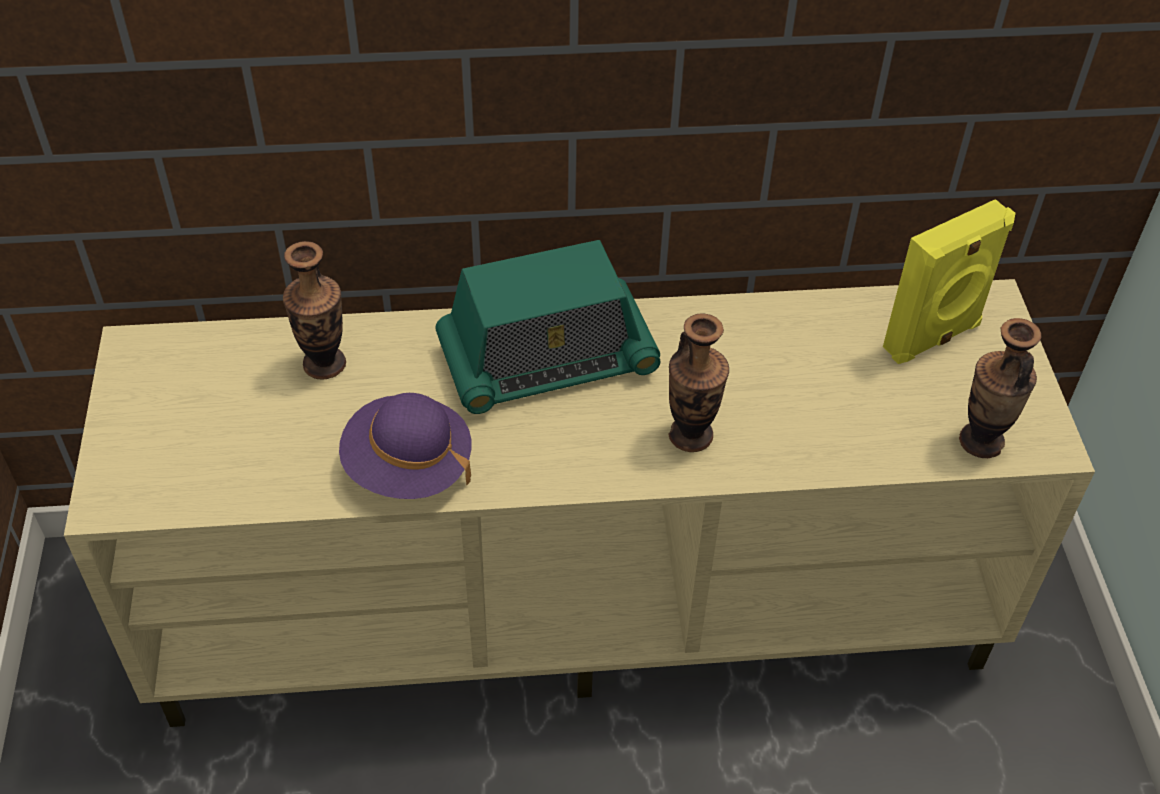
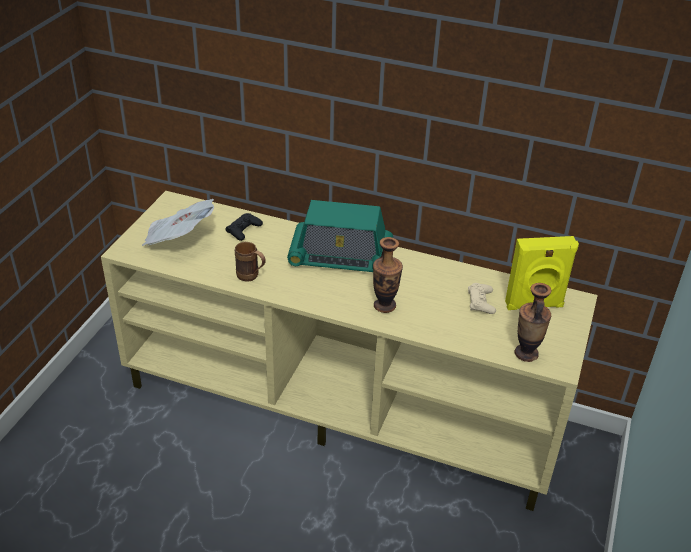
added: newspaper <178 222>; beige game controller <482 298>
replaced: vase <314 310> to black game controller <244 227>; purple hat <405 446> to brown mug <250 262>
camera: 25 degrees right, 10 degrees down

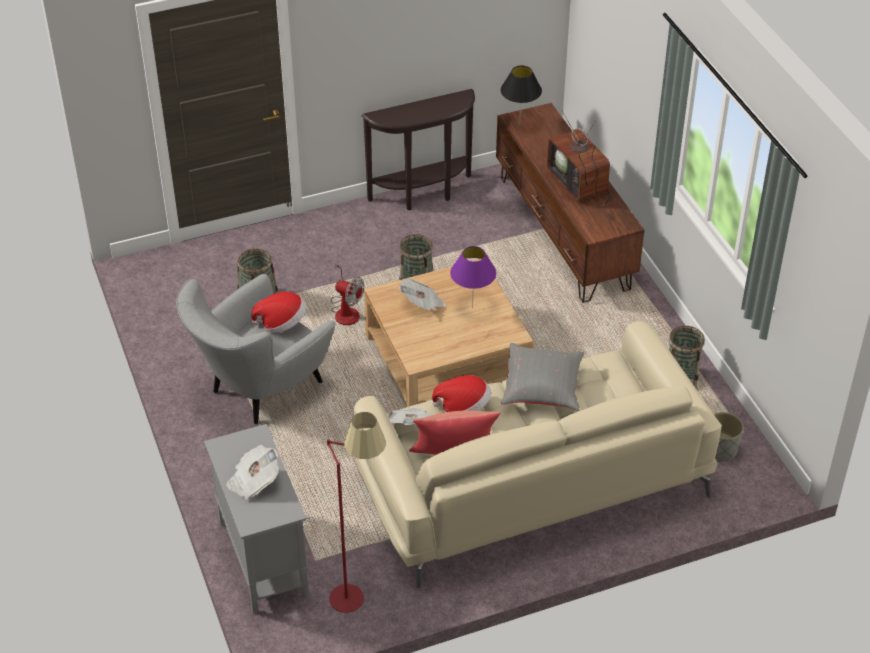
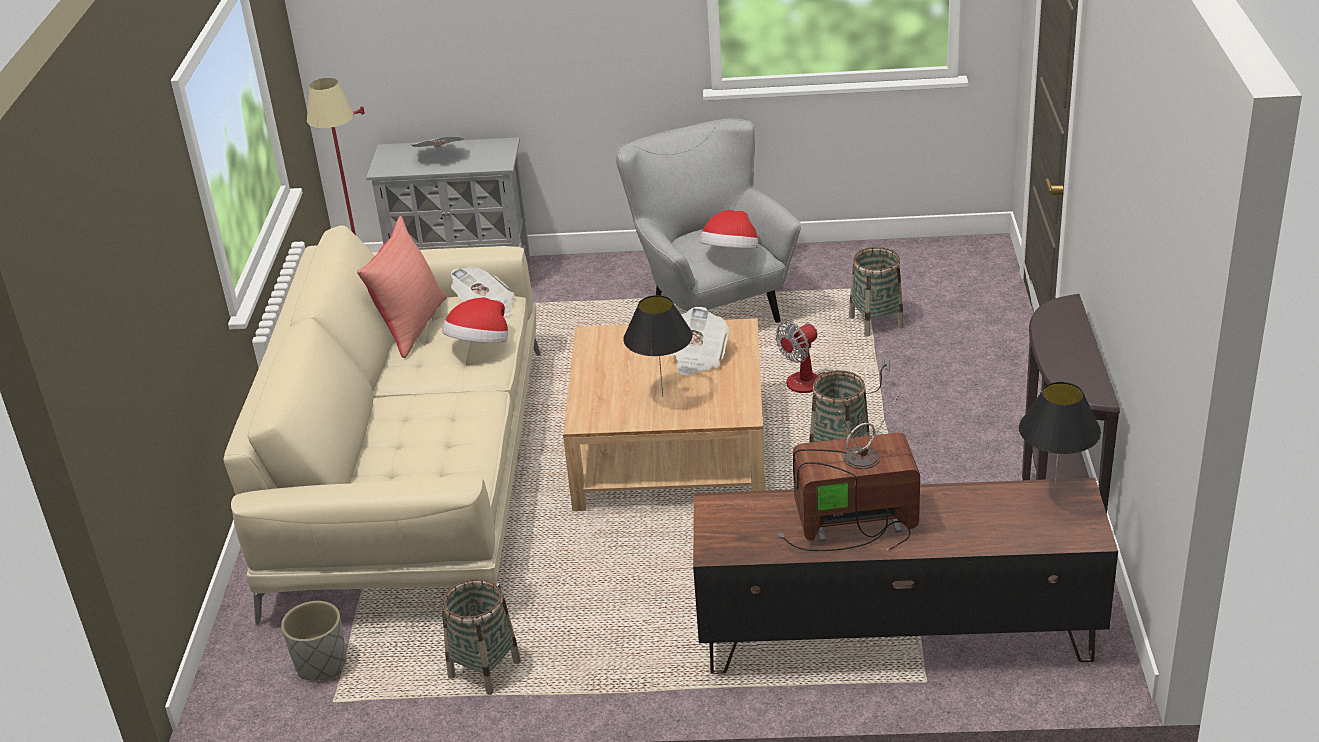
removed: grey pillow <542 377>
recoloured: purple table lamp <473 277> to black table lamp <658 345>
camera: 115 degrees right, 10 degrees down

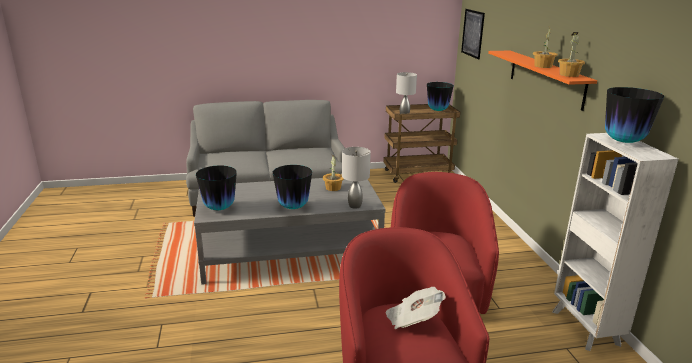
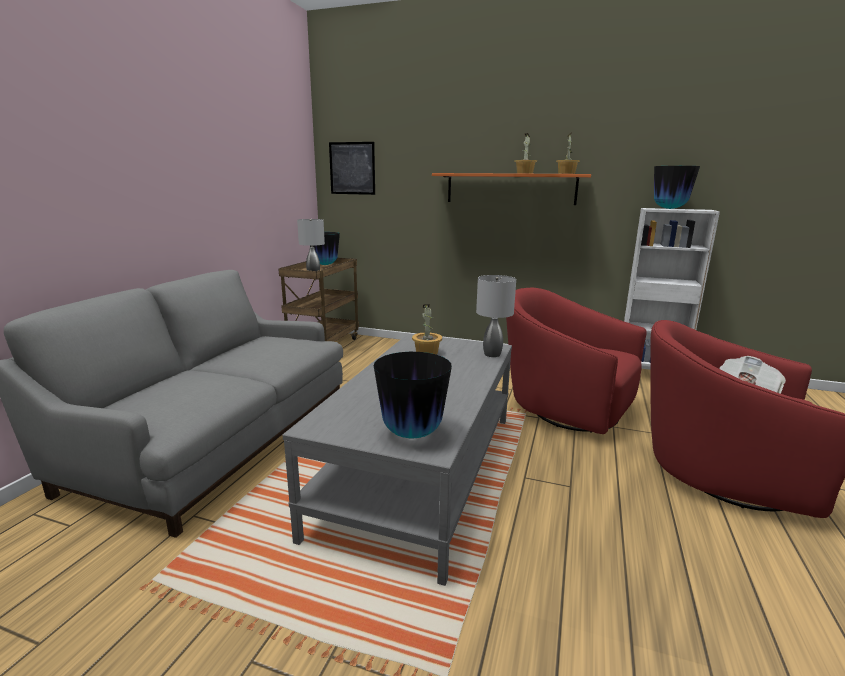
removed: vase <292 187>
camera: 60 degrees left, 5 degrees down

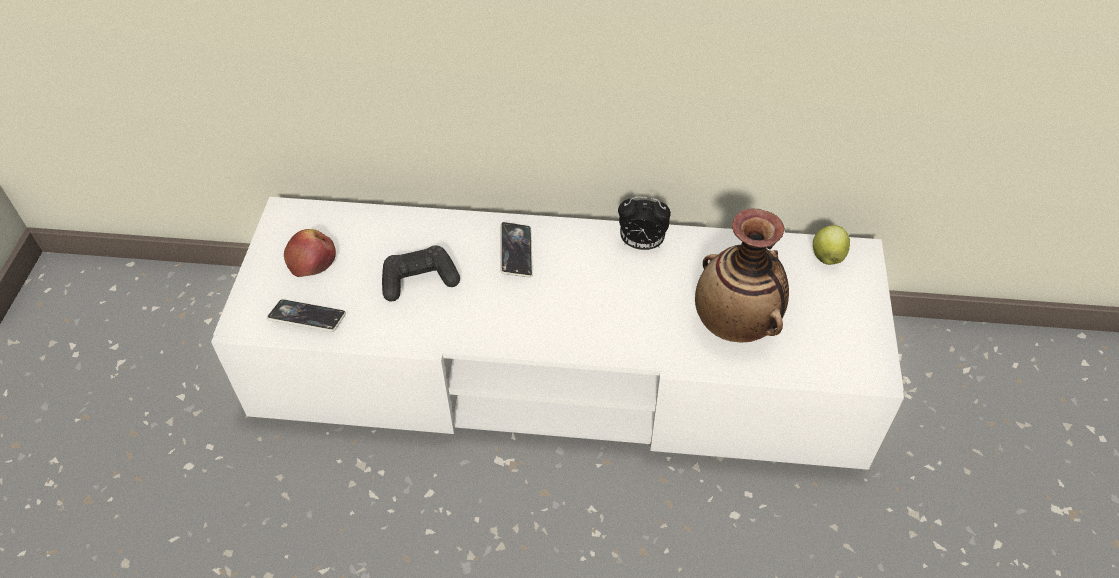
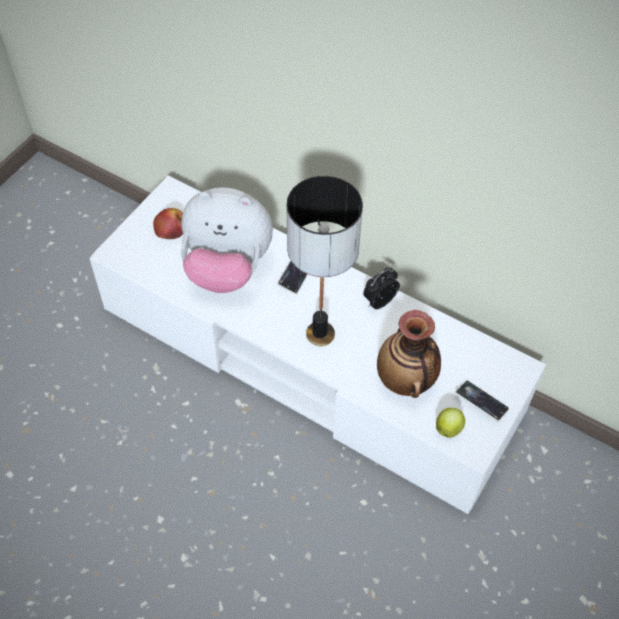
added: table lamp <324 261>
moved: apple <831 245> to <450 423>; phone <306 315> to <482 401>
replaced: black game controller <421 273> to plush toy <227 240>
turned: alarm clock <644 223> = <381 288> 105 degrees clockwise
camera: 25 degrees right, 5 degrees up

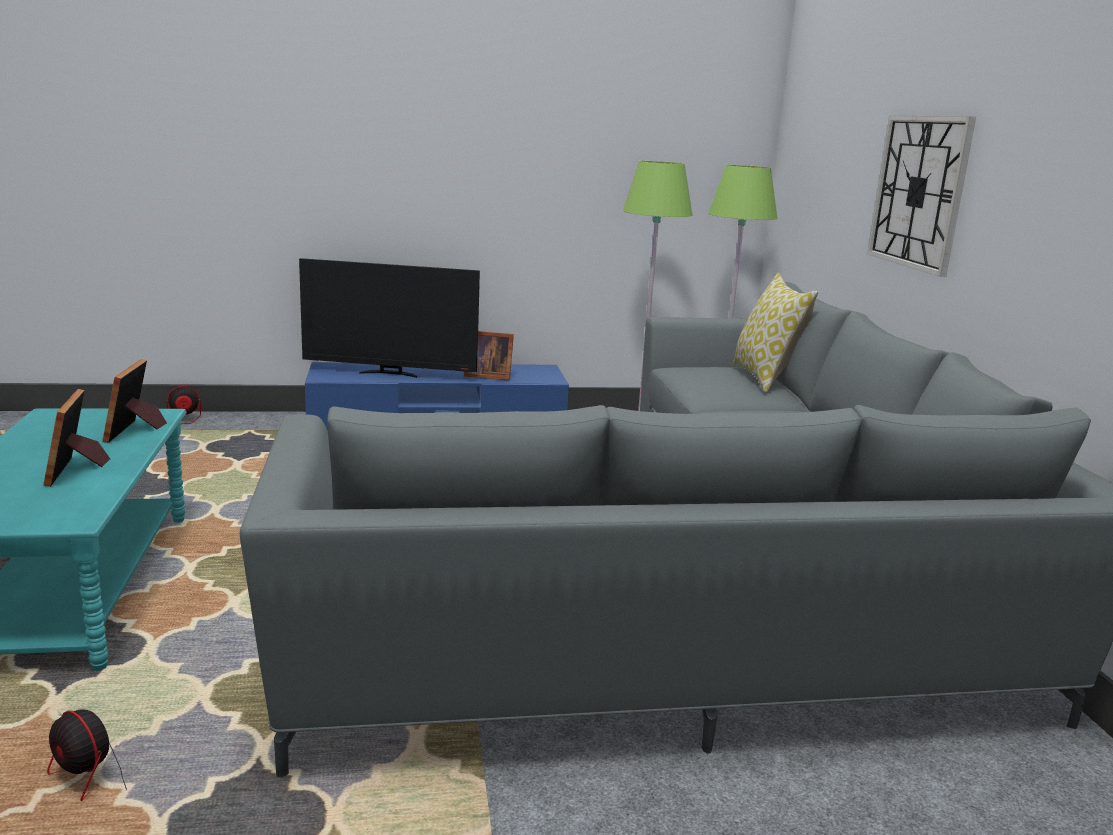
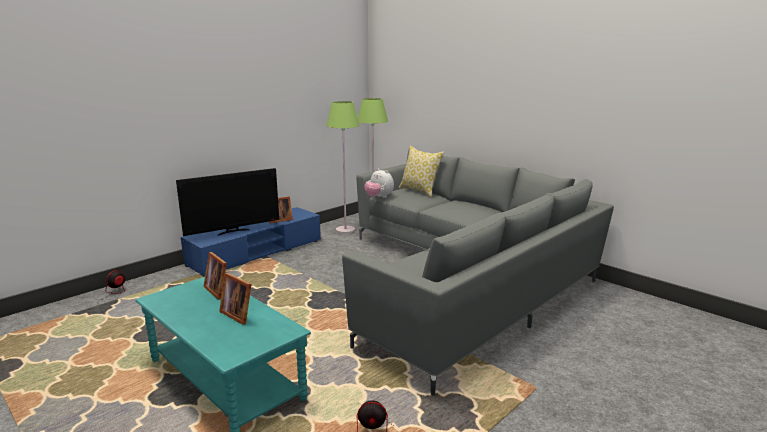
removed: wall clock <921 196>
added: plush toy <379 183>
camera: 35 degrees left, 0 degrees up

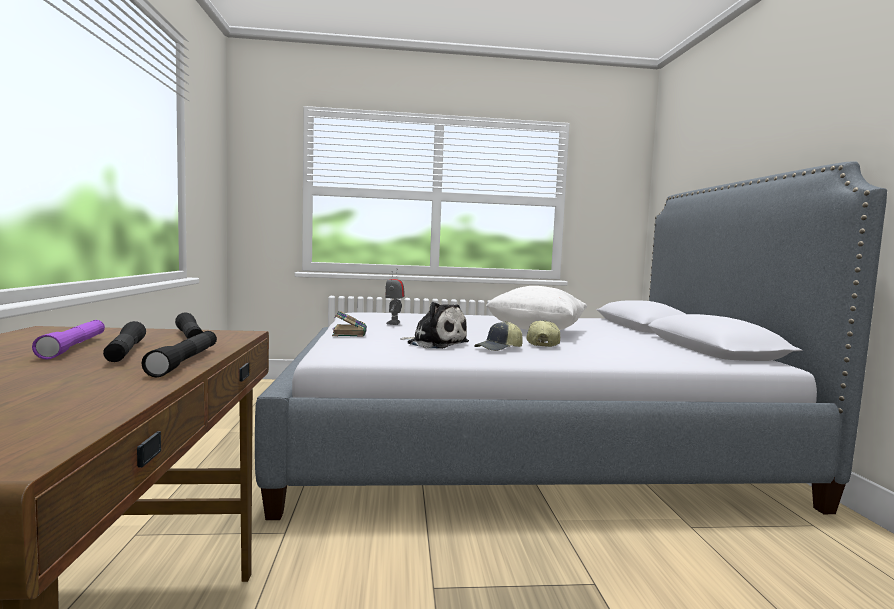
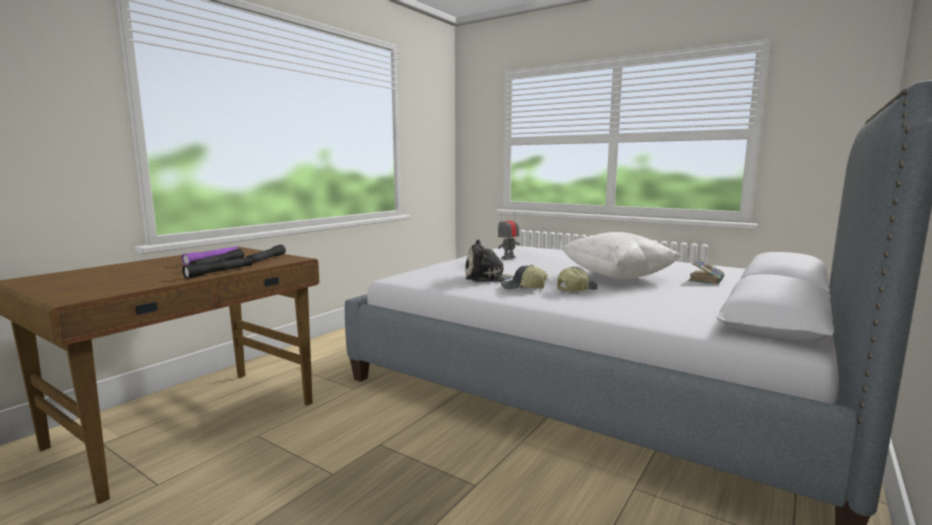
moved: book <349 323> to <706 271>
turned: plush toy <434 325> = <489 260> 105 degrees clockwise
camera: 40 degrees right, 5 degrees up

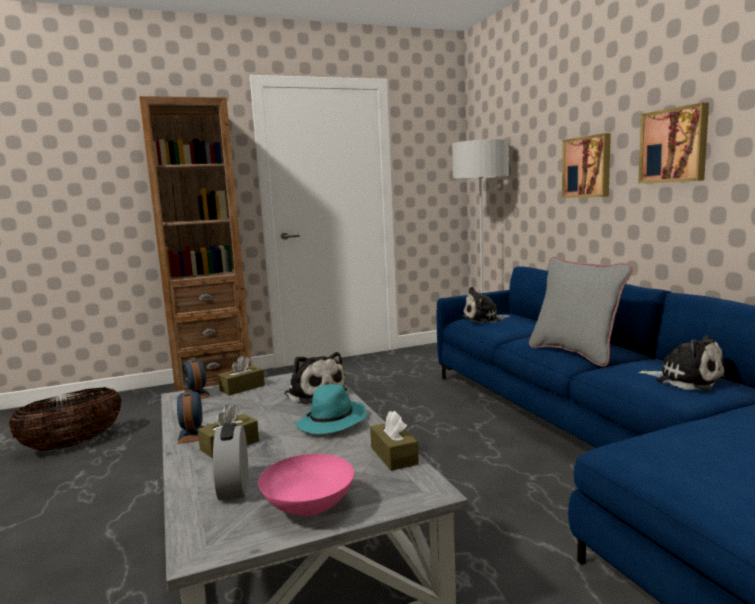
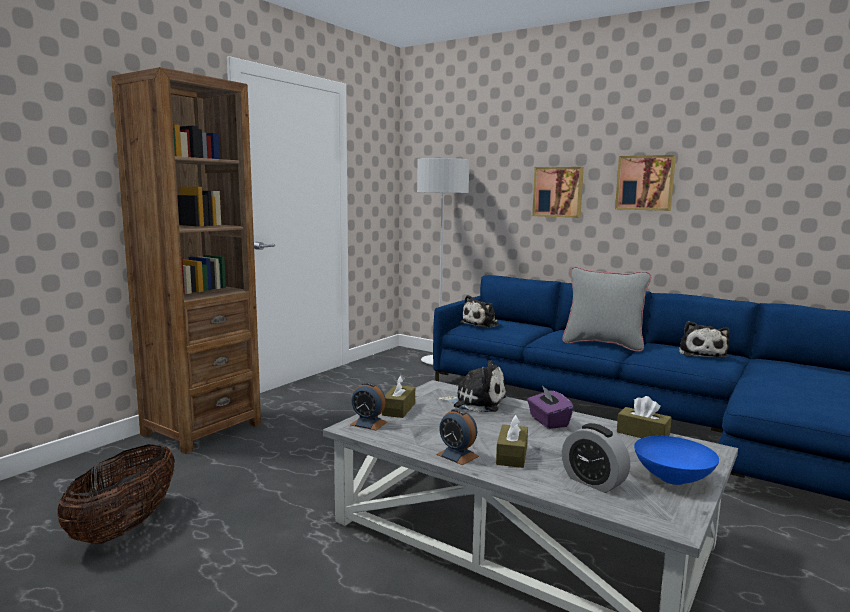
replaced: turquoise hat <331 409> to purple tissue box <550 407>
recoloured: pink bowl <306 485> to blue bowl <676 460>
turned: plush toy <681 363> = <704 339> 90 degrees clockwise
camera: 35 degrees left, 0 degrees up

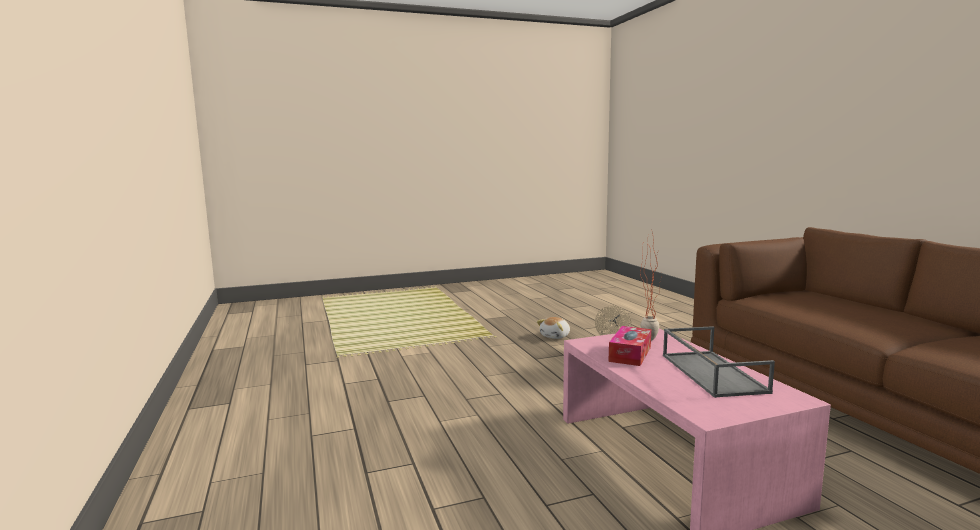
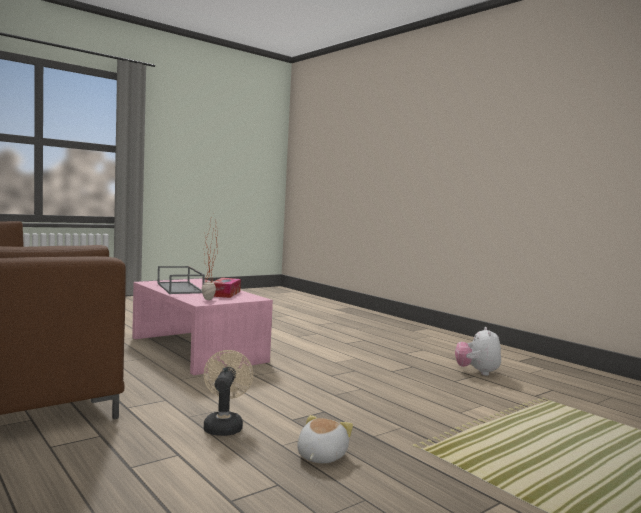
added: plush toy <478 351>
camera: 160 degrees right, 5 degrees down

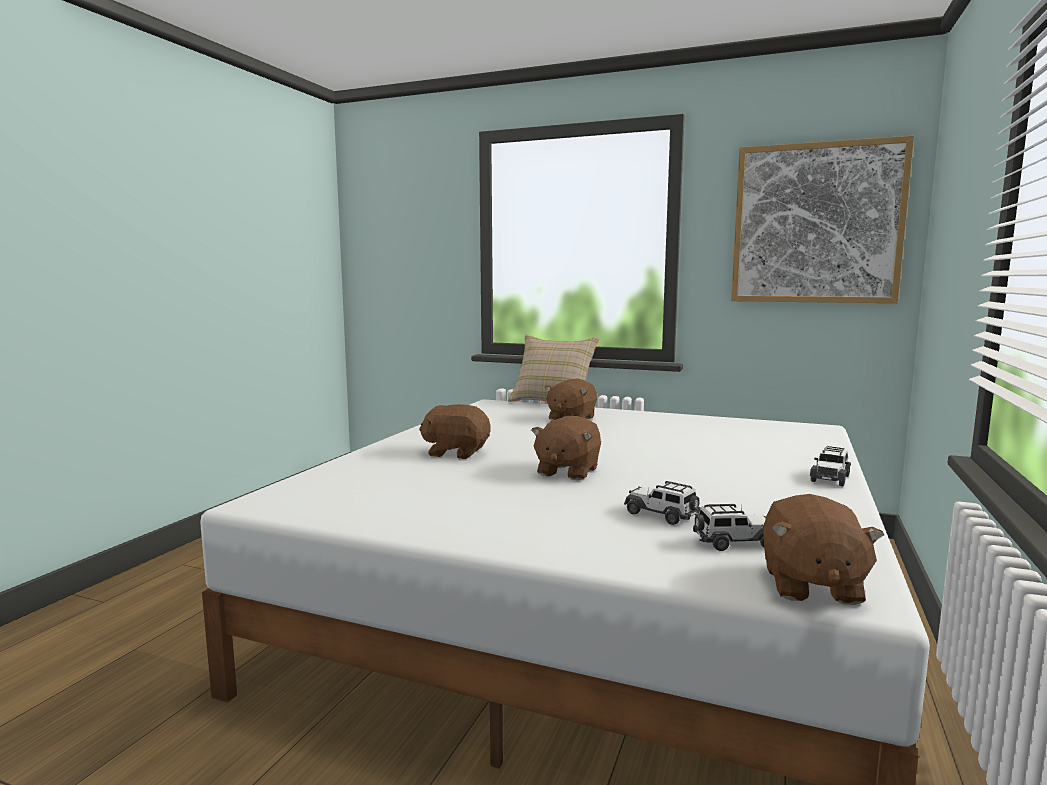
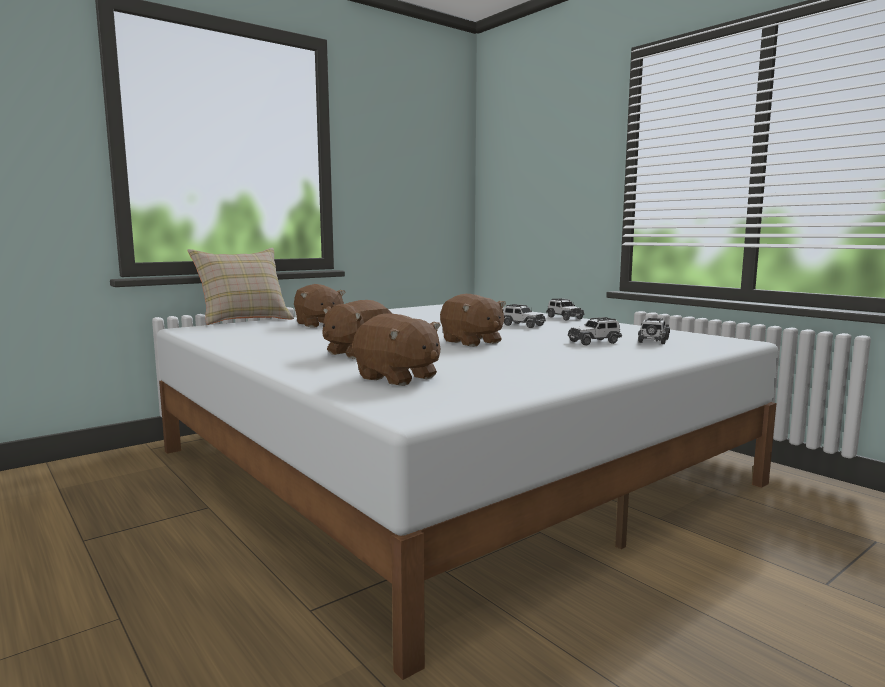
removed: picture <822 219>
added: toy car <524 316>
moved: brown plush toy <823 549> to <396 350>
camera: 60 degrees left, 0 degrees up

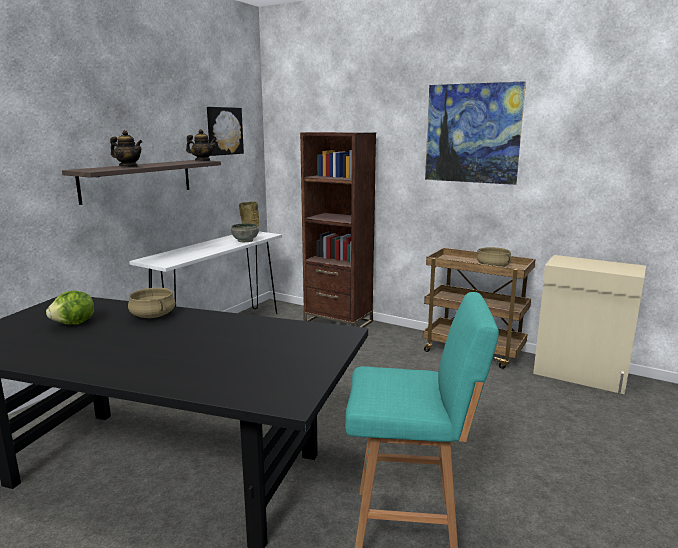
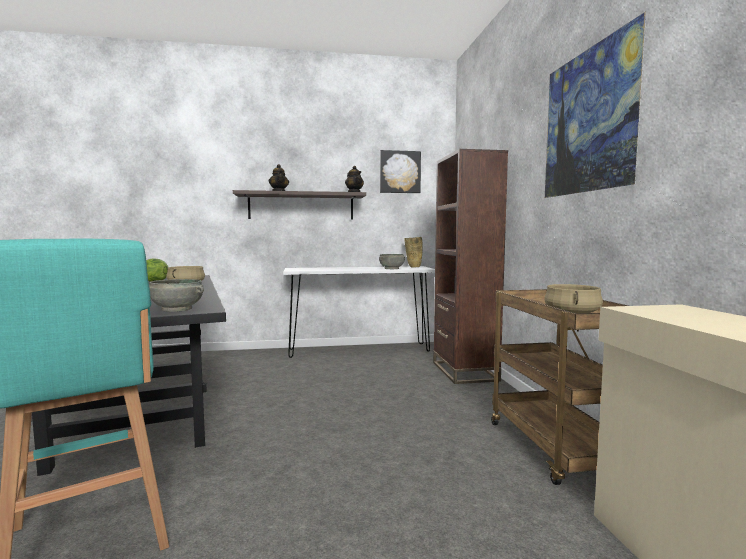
added: grey bowl <176 295>
camera: 50 degrees right, 10 degrees down

